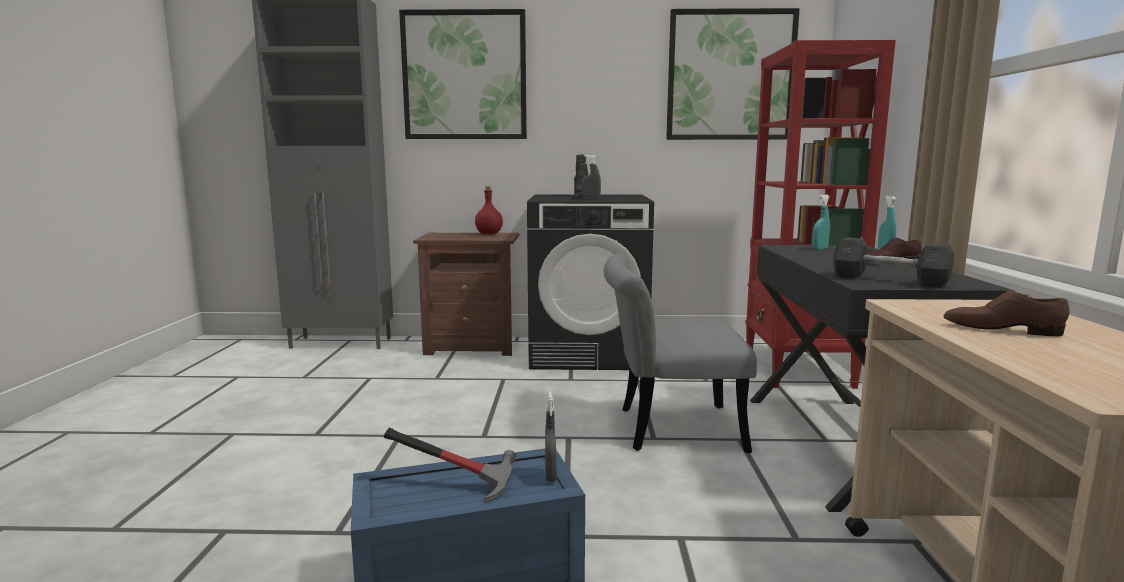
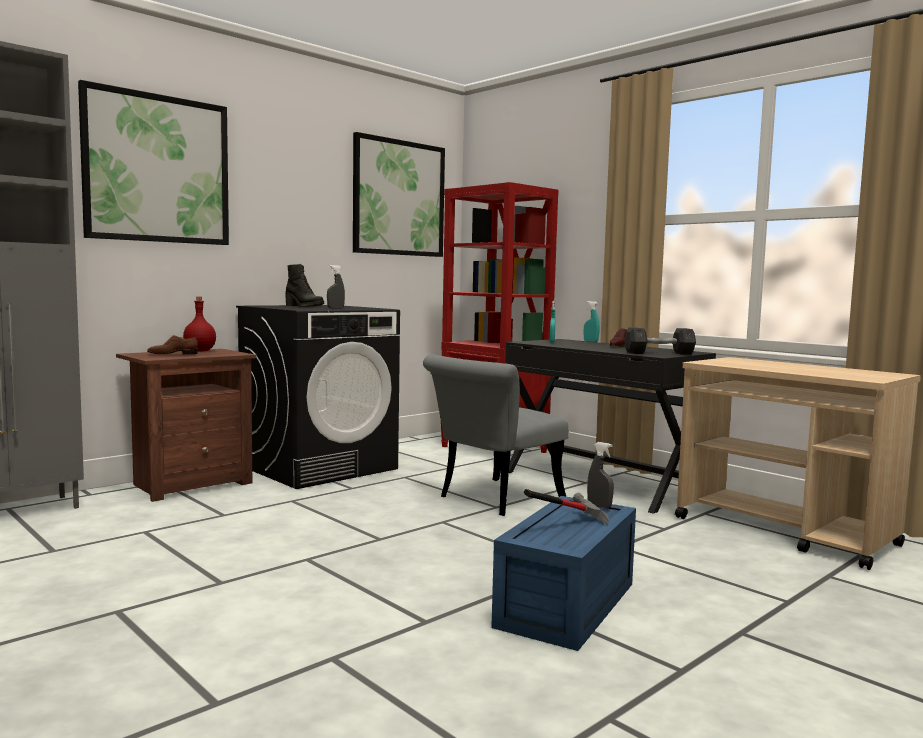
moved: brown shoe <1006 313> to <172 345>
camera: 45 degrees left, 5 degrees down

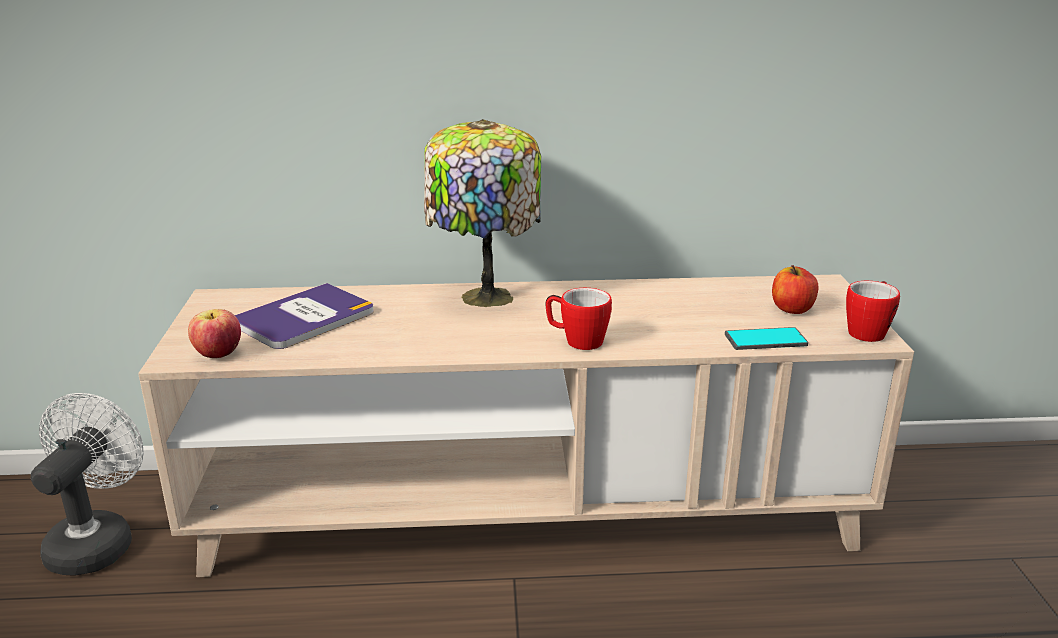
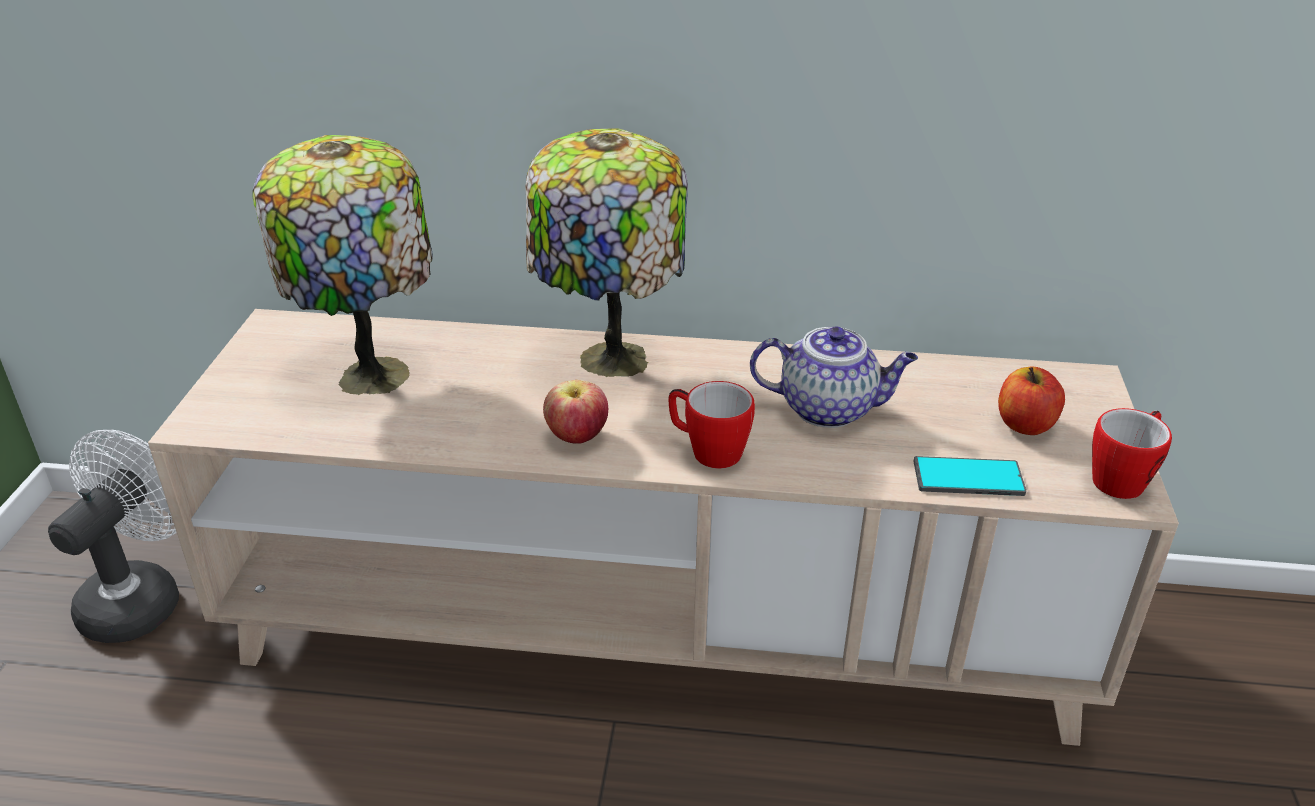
added: teapot <834 377>
moved: apple <214 333> to <575 412>
replaced: book <304 316> to table lamp <342 265>
camera: 10 degrees right, 10 degrees up

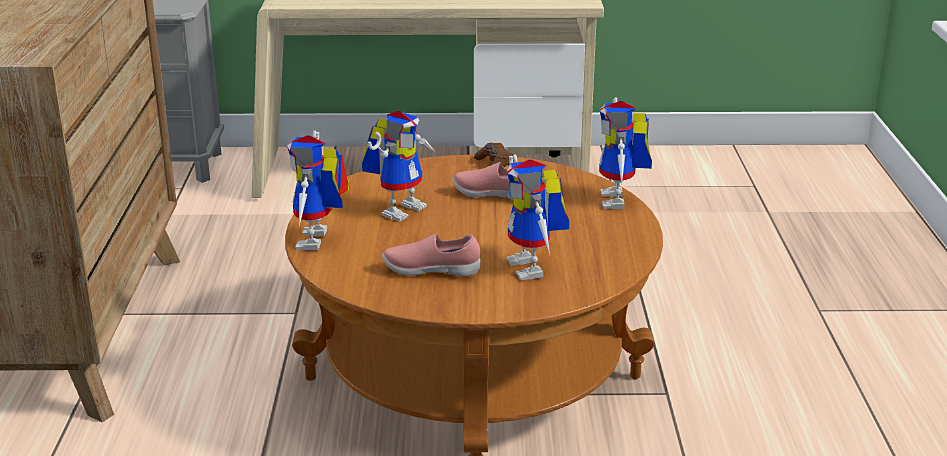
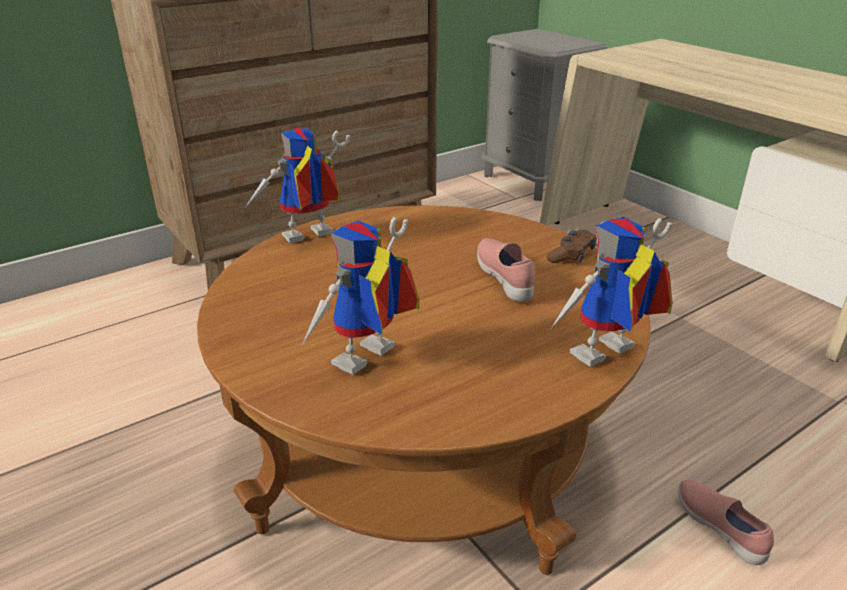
removed: toy robot <399 166>
moved: pink shoe <431 255> to <726 522>
camera: 55 degrees right, 5 degrees up

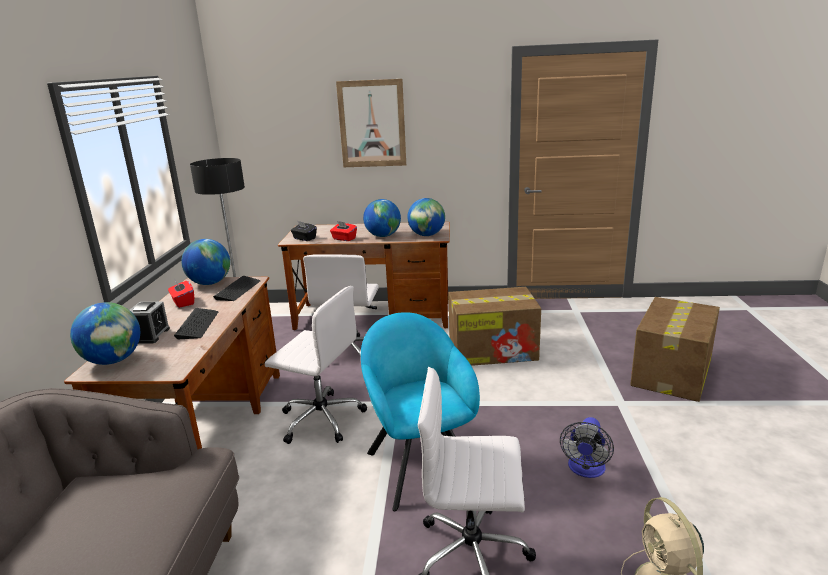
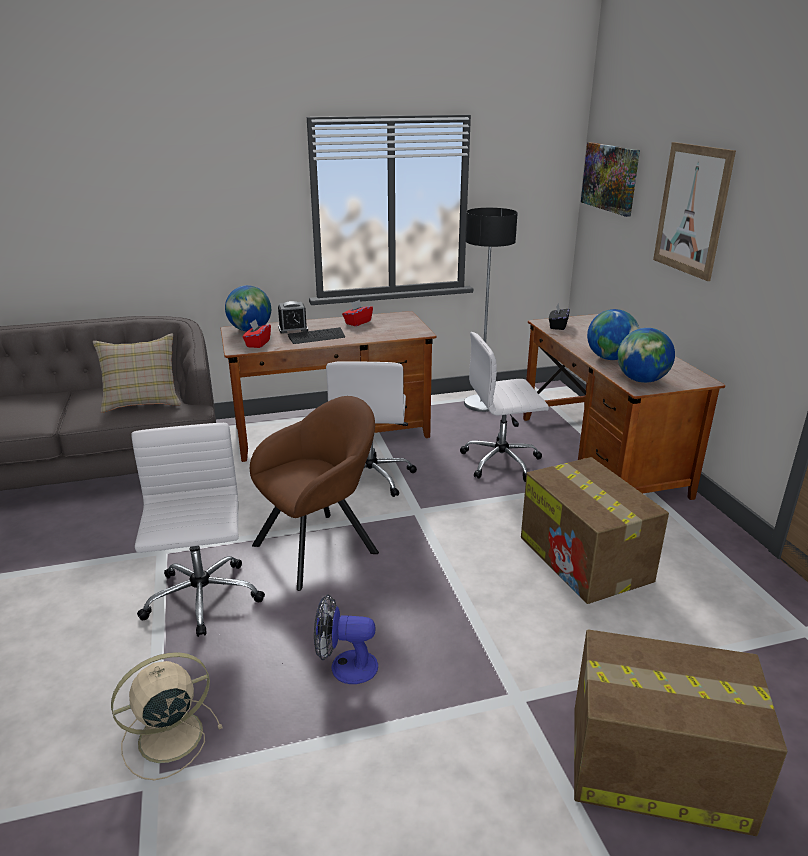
removed: globe <205 262>; keyboard <236 288>
added: picture <610 179>; beige pillow <137 373>
moved: red tissue box <343 231> to <257 333>
recoloured: turquoise armchair <420 411> to brown armchair <314 493>
camera: 70 degrees right, 5 degrees up

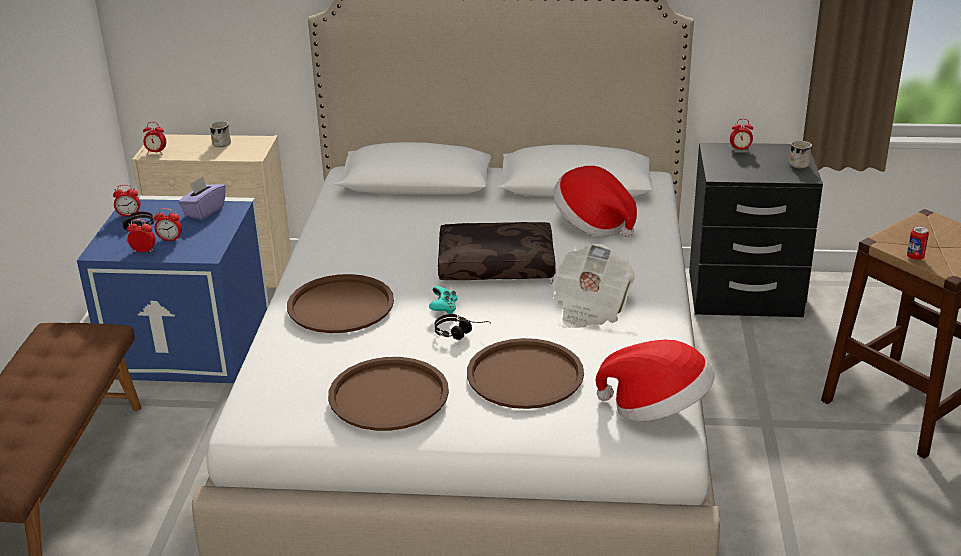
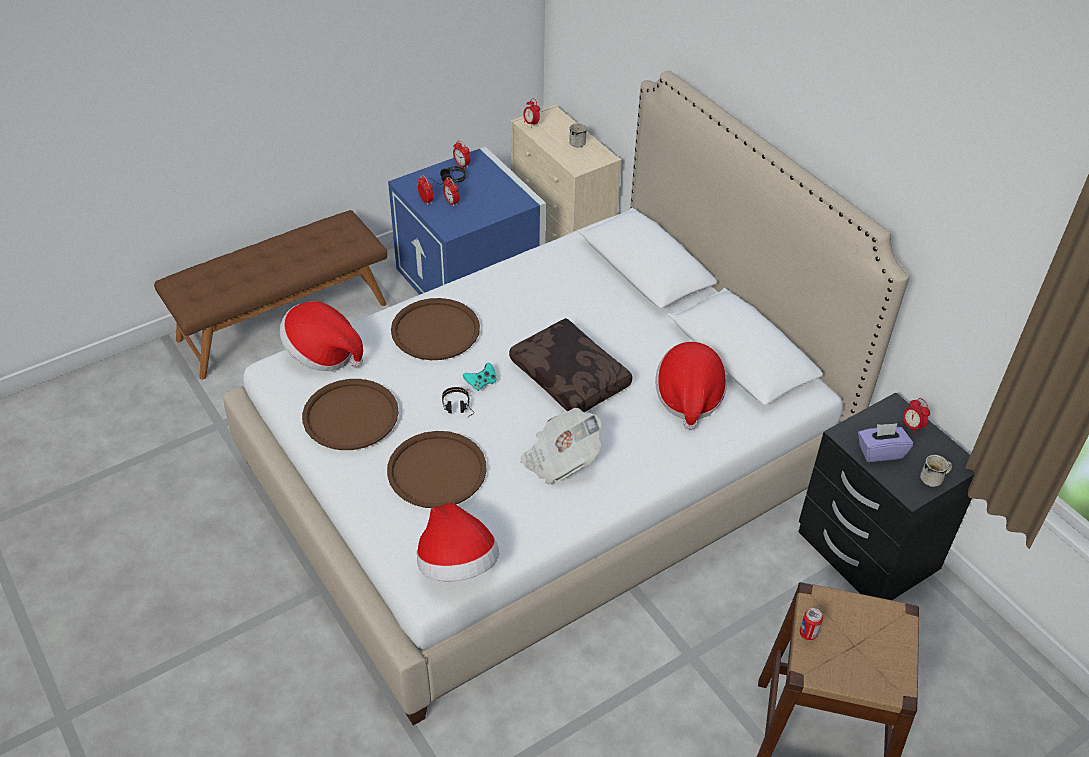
added: hat <321 336>
moved: purple tissue box <202 198> to <885 442>
camera: 50 degrees right, 15 degrees up

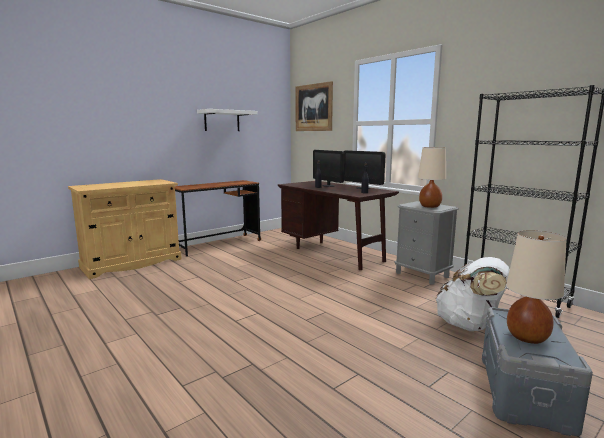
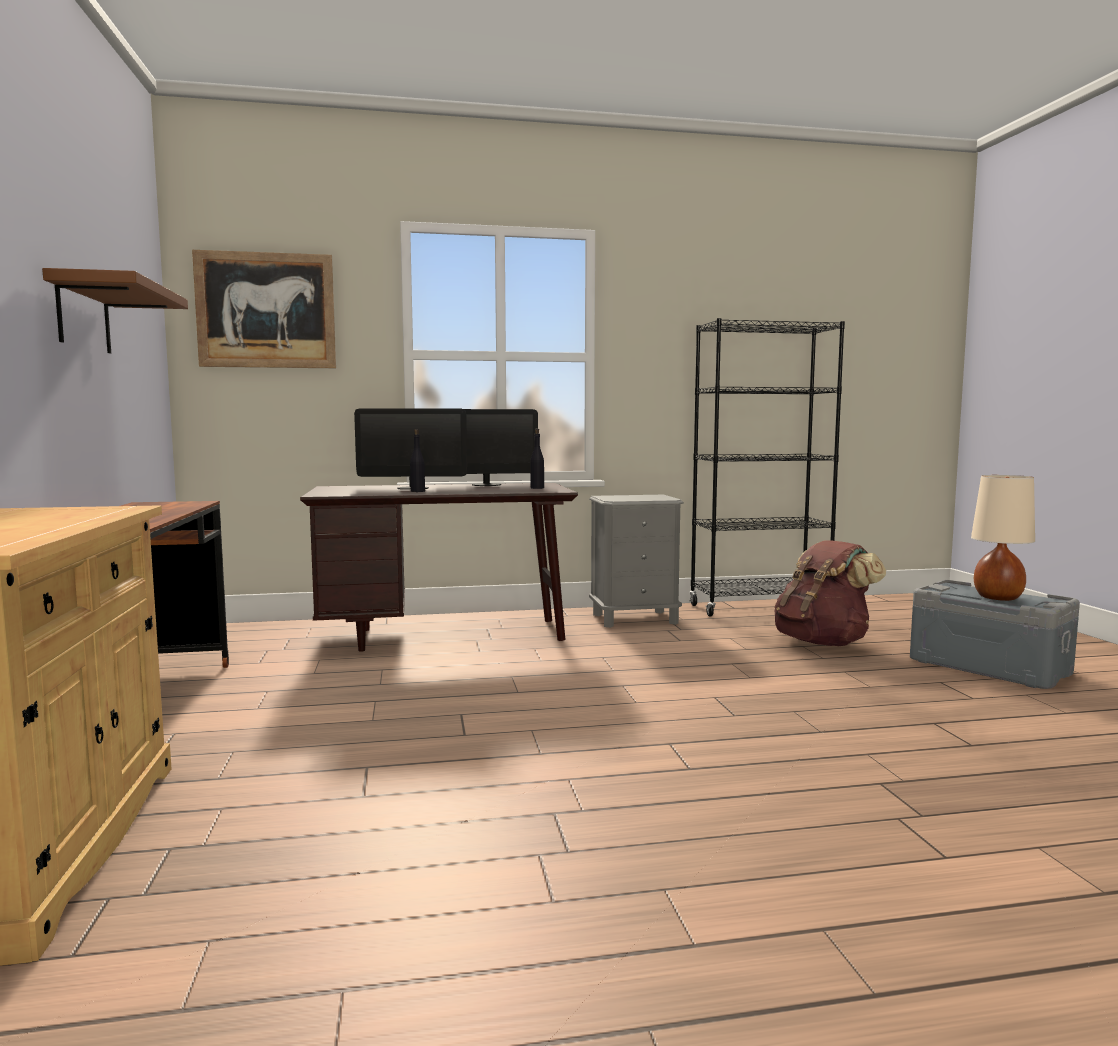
removed: beige table lamp <432 177>
recoloured: white shelf <227 120> to brown shelf <115 310>; white backpack <473 294> to brown backpack <830 593>
camera: 60 degrees left, 5 degrees down

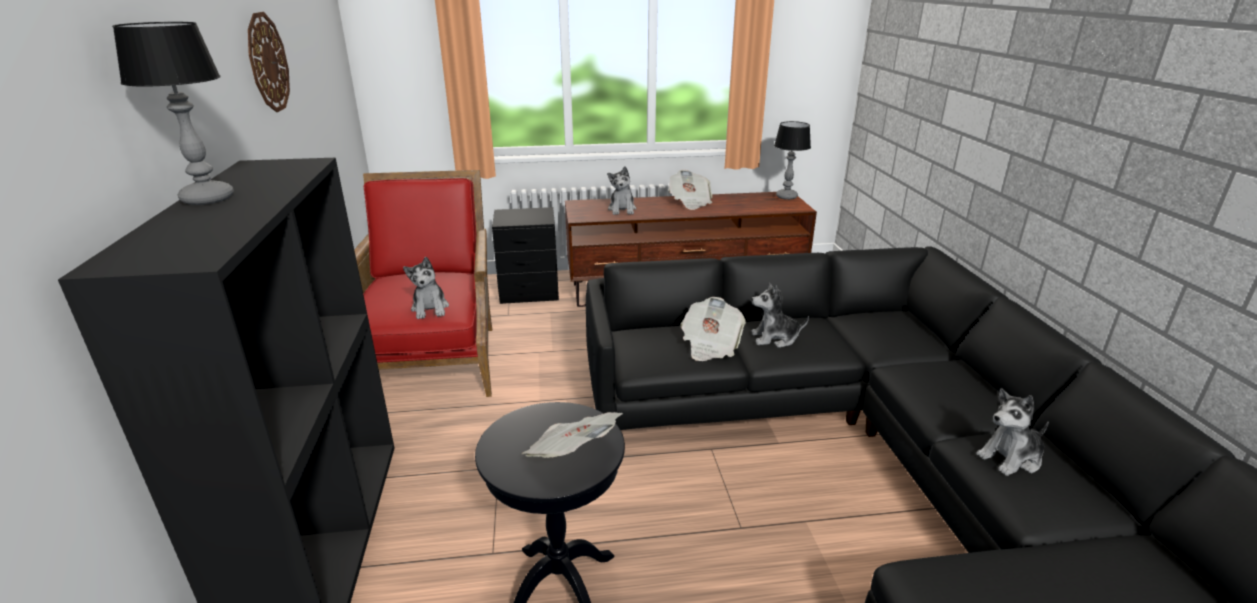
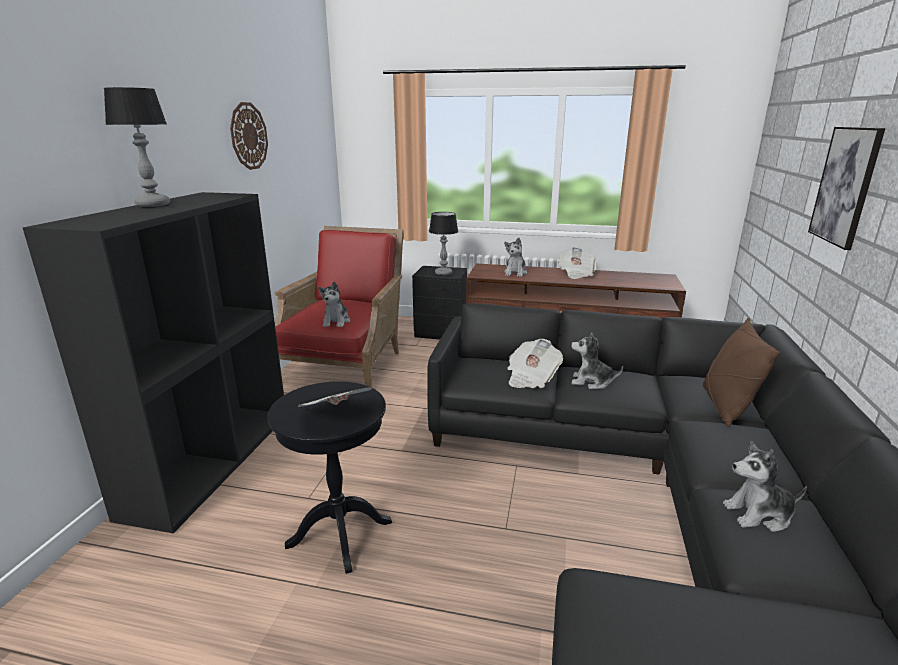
added: picture <846 188>; brown pillow <741 372>
moved: table lamp <792 160> to <443 243>
camera: 20 degrees right, 5 degrees down

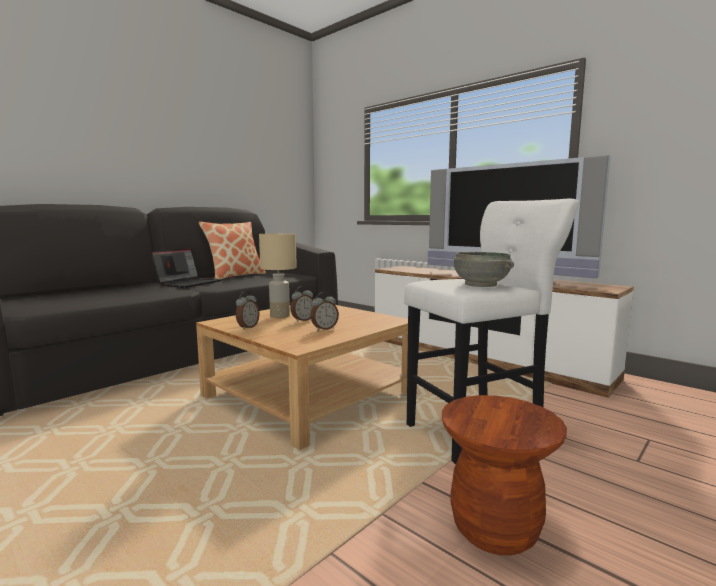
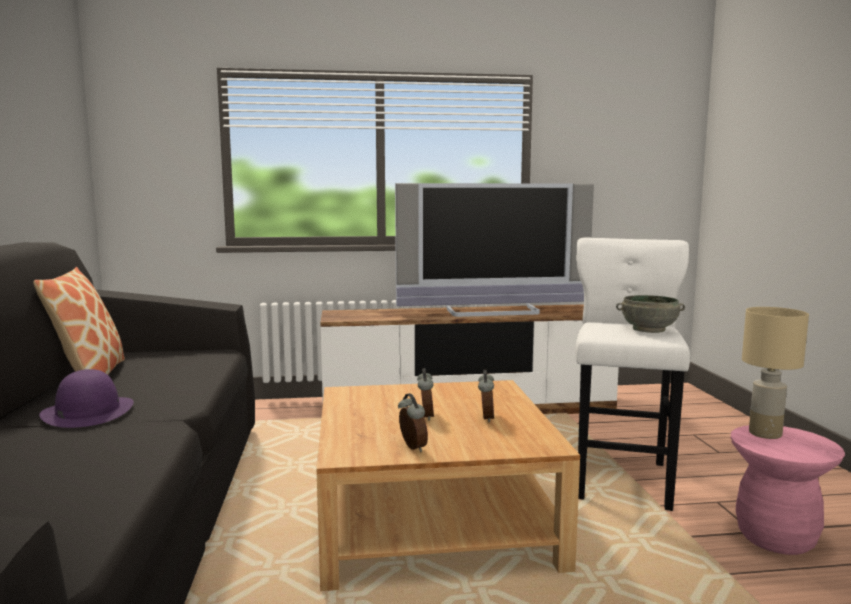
moved: beige table lamp <278 275> to <775 373>
replaced: laptop <186 268> to purple hat <86 398>
recoloured: brown stool <504 475> to pink stool <788 490>
camera: 50 degrees left, 0 degrees up

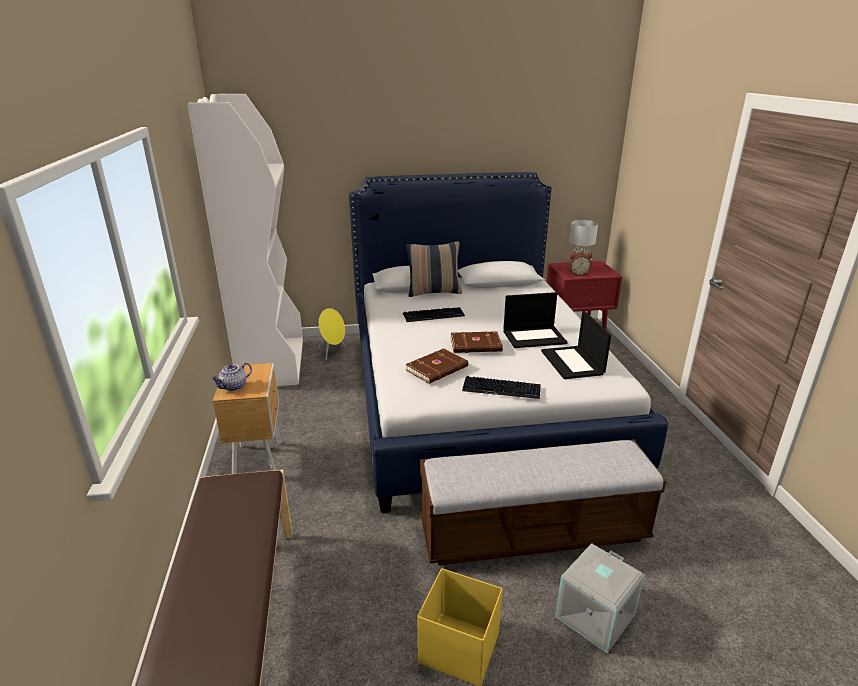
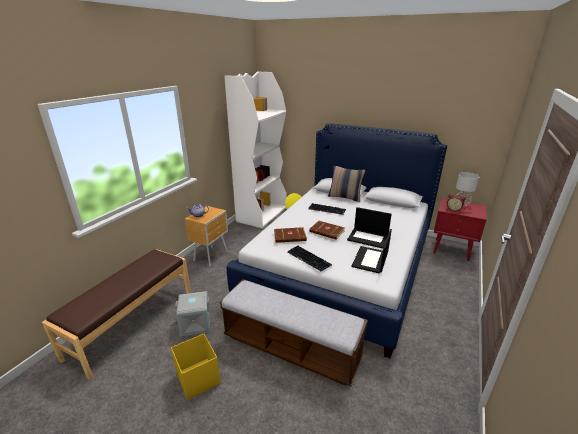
moved: grey storage box <600 598> to <192 313>
camera: 35 degrees right, 0 degrees up

